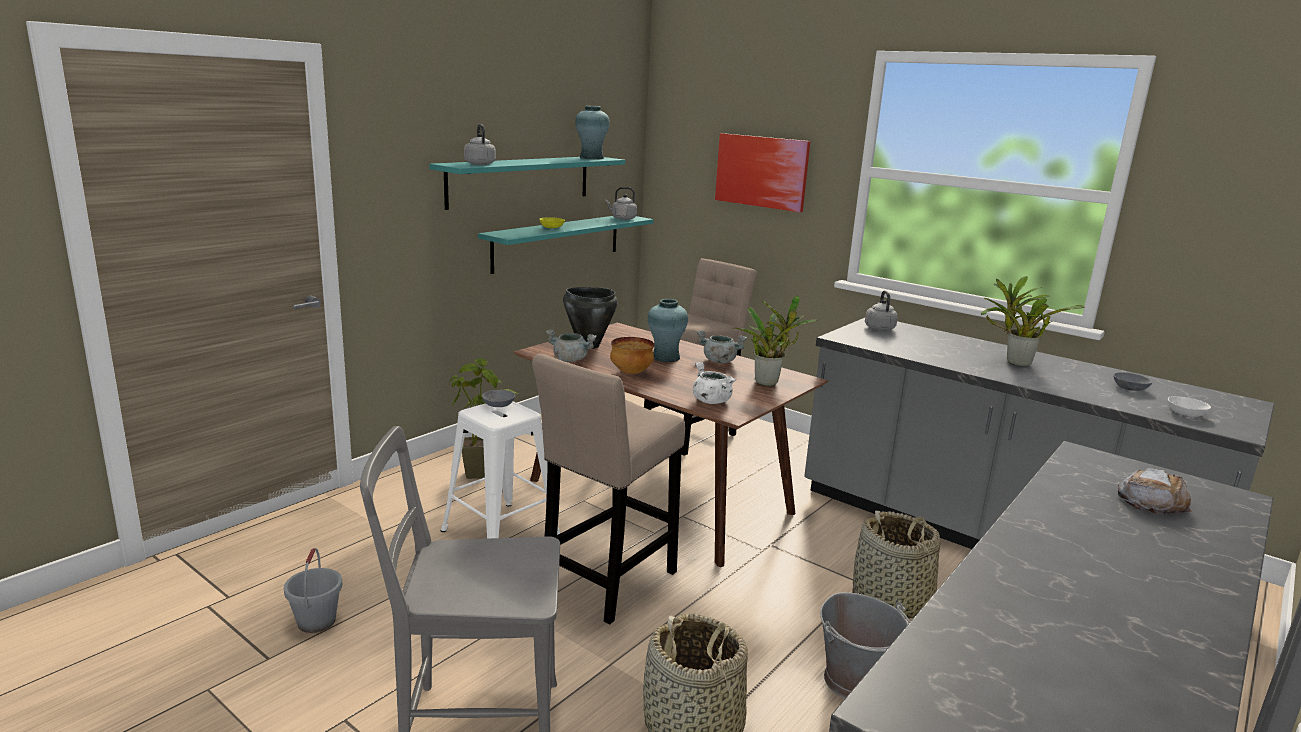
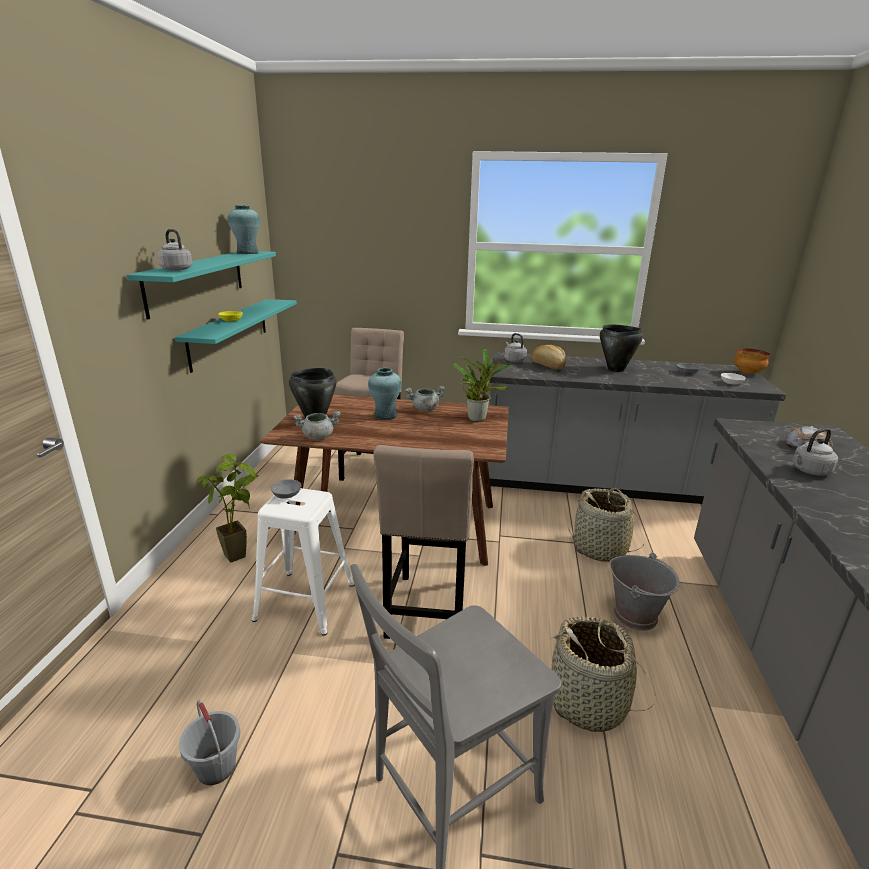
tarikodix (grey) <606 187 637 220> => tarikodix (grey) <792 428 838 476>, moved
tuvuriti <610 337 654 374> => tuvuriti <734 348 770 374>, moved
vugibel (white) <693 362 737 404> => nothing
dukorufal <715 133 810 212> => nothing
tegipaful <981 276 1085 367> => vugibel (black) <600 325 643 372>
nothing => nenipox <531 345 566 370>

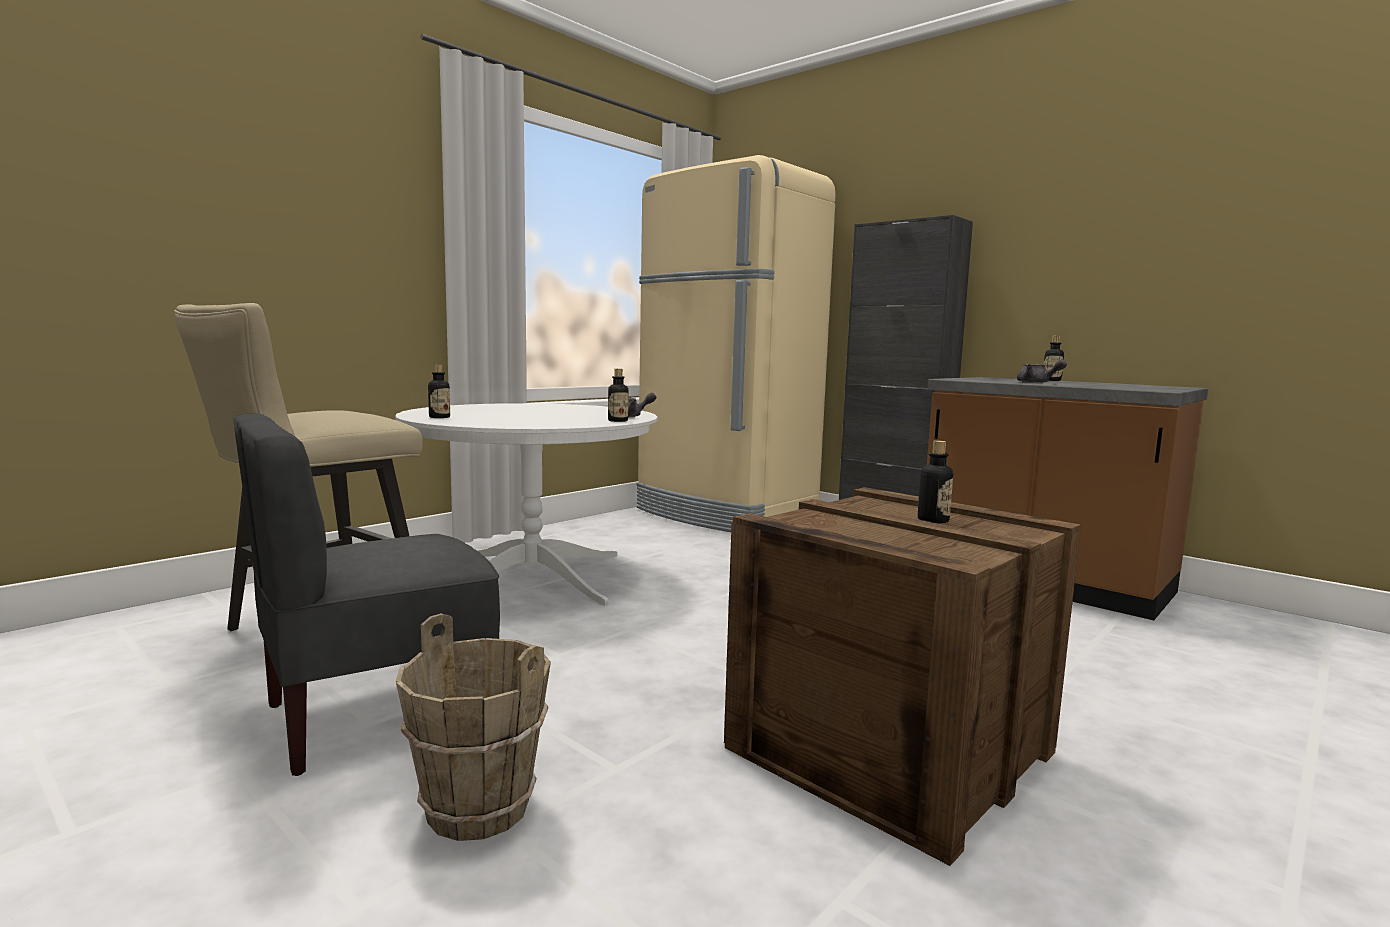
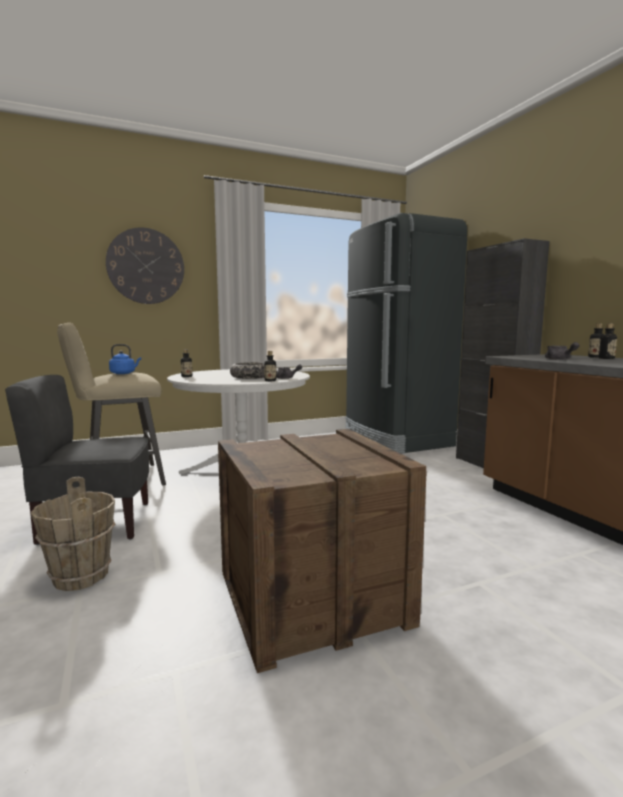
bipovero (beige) <637 155 836 532> => bipovero (black) <345 213 467 454>
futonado <918 440 953 523> => futonado <599 323 617 359>, moved
nothing => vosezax <106 227 184 304>
nothing => tarikodix (blue) <109 344 141 374>
nothing => tuvuriti <230 362 264 379>

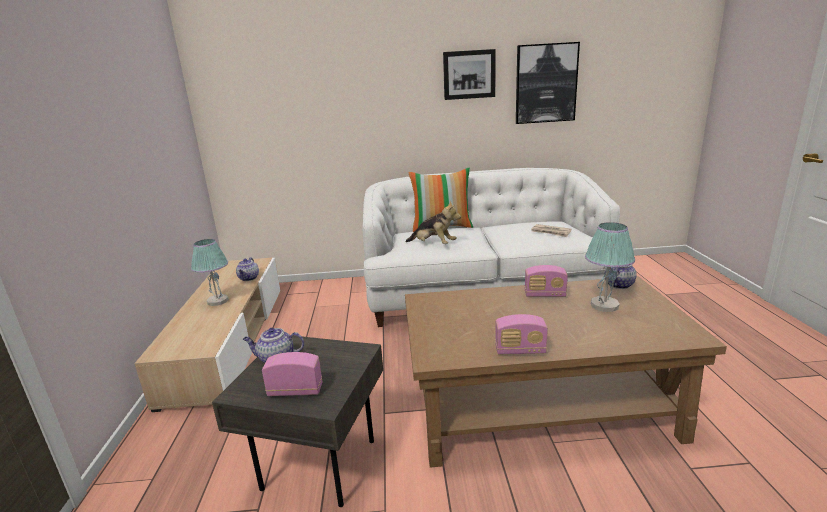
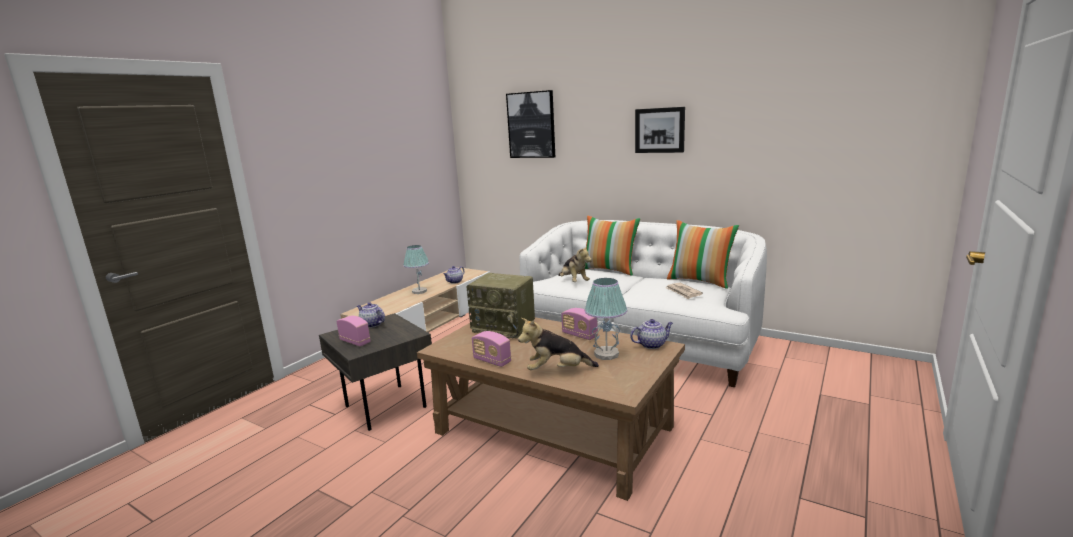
dukorufal <516 42 580 124> => dukorufal <506 90 555 158>, moved
nothing => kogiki <466 273 535 338>
nothing => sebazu <518 318 599 370>
nothing => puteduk <667 220 739 289>

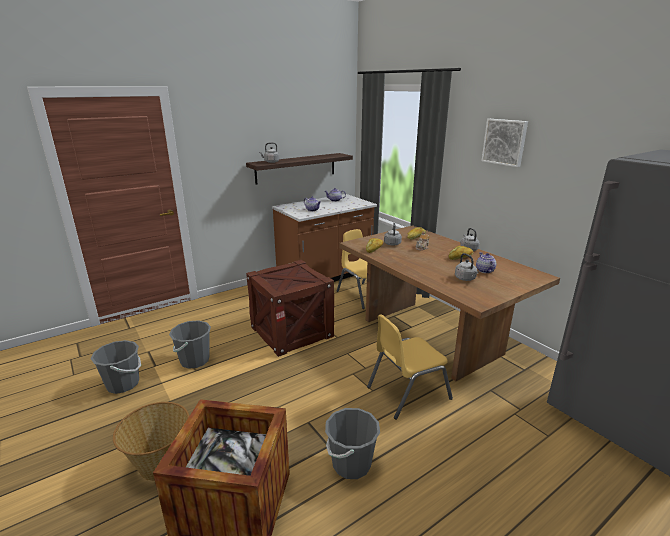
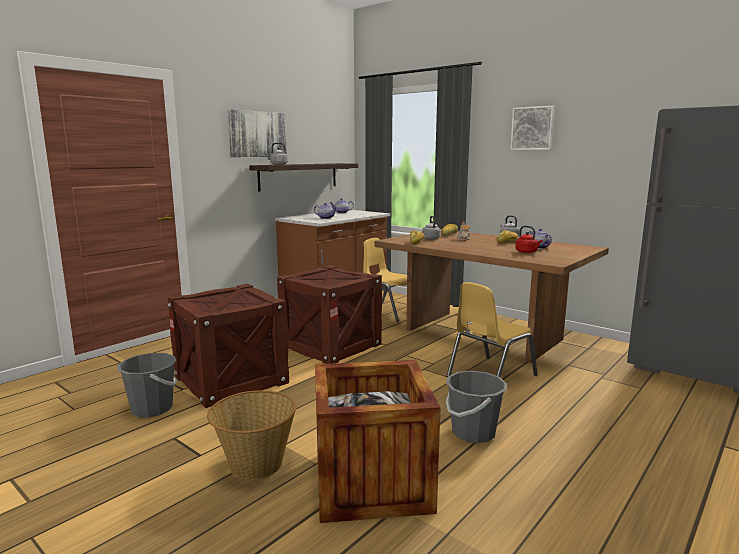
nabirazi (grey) <169 320 211 369> => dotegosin <168 284 289 408>
tarikodix (grey) <455 253 479 281> => tarikodix (red) <515 226 542 253>
nothing => dukorufal <228 109 287 157>

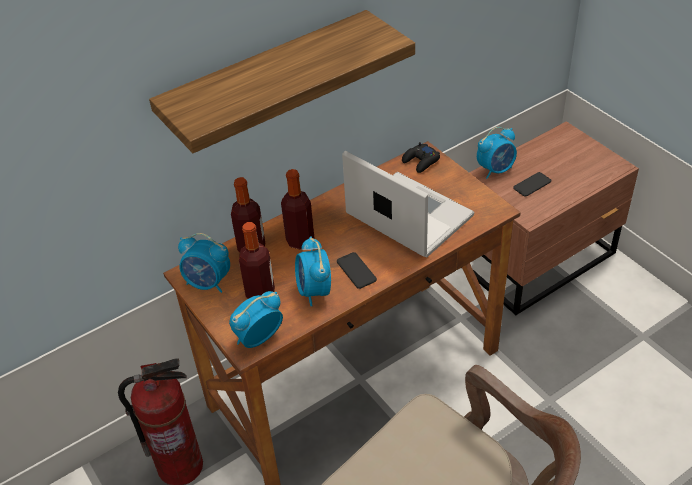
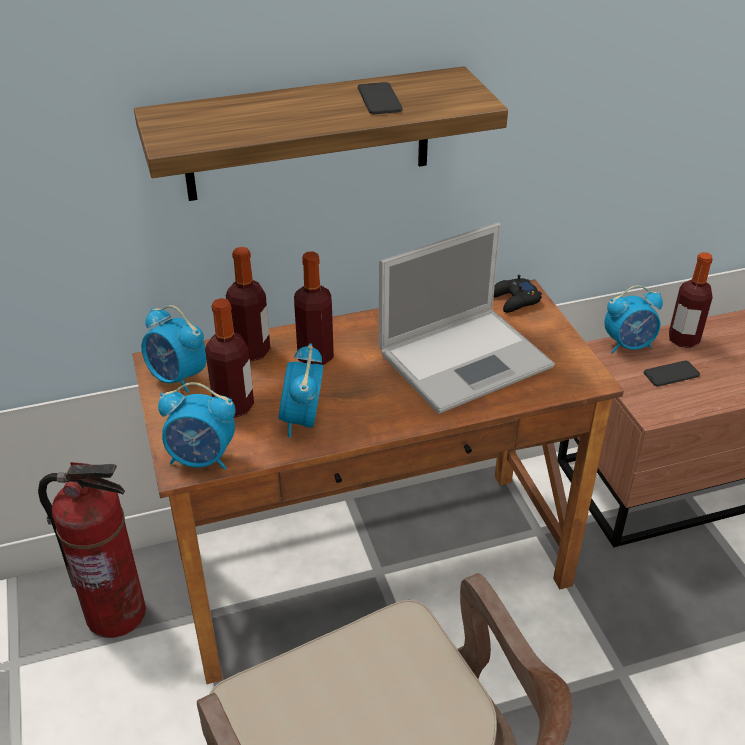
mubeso <229 291 283 348> => mubeso <158 382 235 470>, 150 degrees counterclockwise
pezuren <337 252 377 289> => pezuren <358 82 403 114>, moved
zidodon <342 151 474 257> => zidodon <379 223 555 414>, 90 degrees clockwise
nothing => futonado <669 252 713 348>

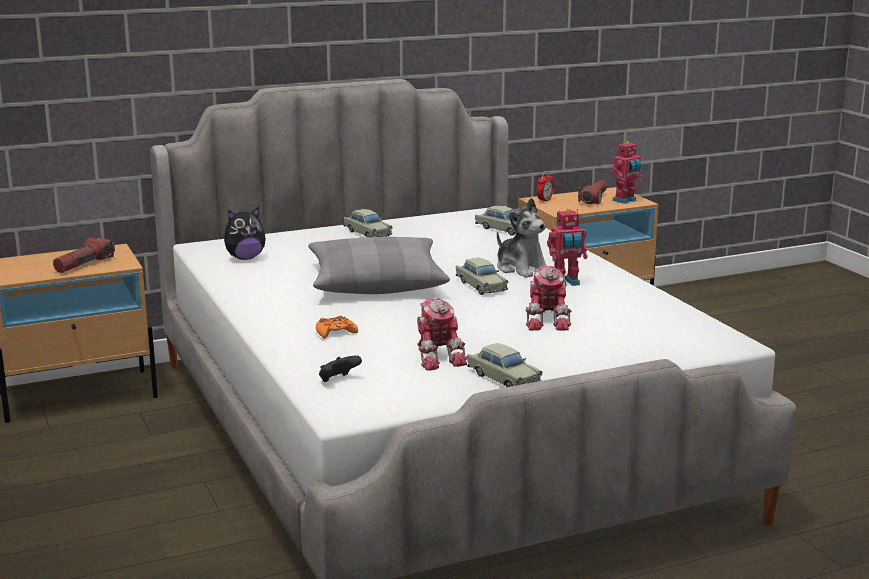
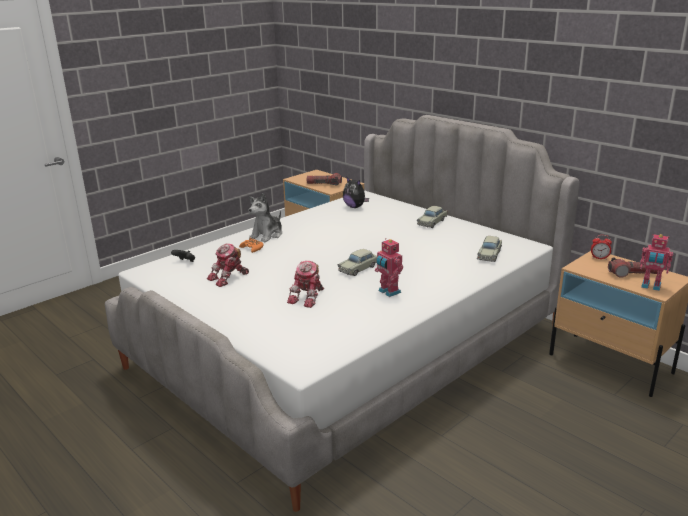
puteduk (grey) <308 237 450 294> => nothing
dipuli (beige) <467 343 542 387> => nothing
sebazu <497 198 547 278> => sebazu <248 193 282 242>, moved
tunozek <525 266 571 331> => tunozek <287 261 324 308>, 45 degrees counterclockwise

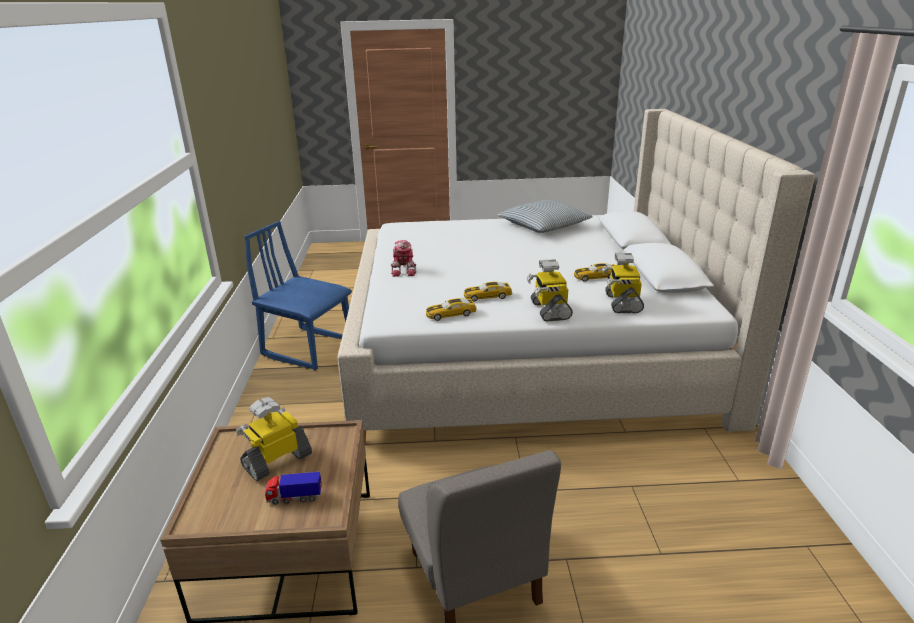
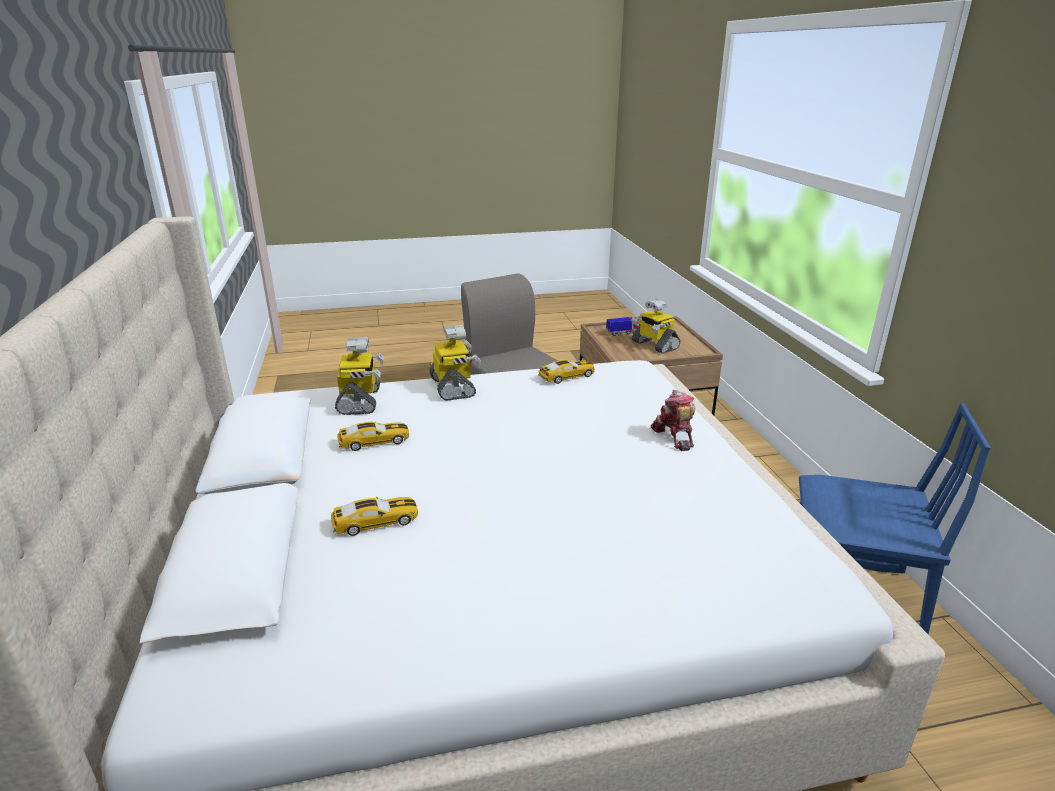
tunozek <236 397 312 481> => tunozek <631 299 680 354>, 105 degrees clockwise
dipuli <464 282 512 302> => dipuli <331 497 418 536>, moved
puteduk <497 200 593 233> => nothing

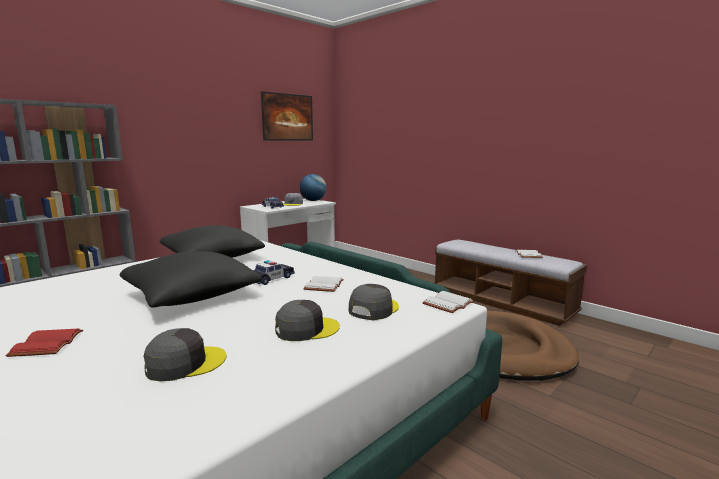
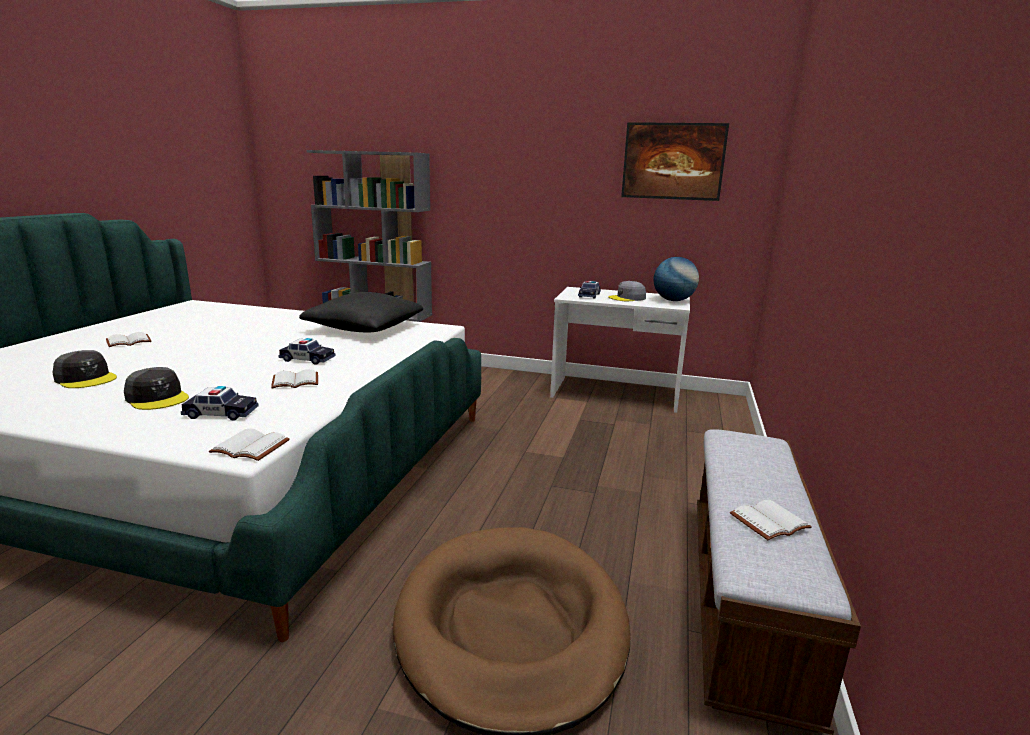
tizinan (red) <6 328 83 357> => tizinan (white) <106 332 152 347>
puteduk (black) <120 251 262 308> => nothing
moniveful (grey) <349 284 399 320> => dipuli <181 386 259 420>

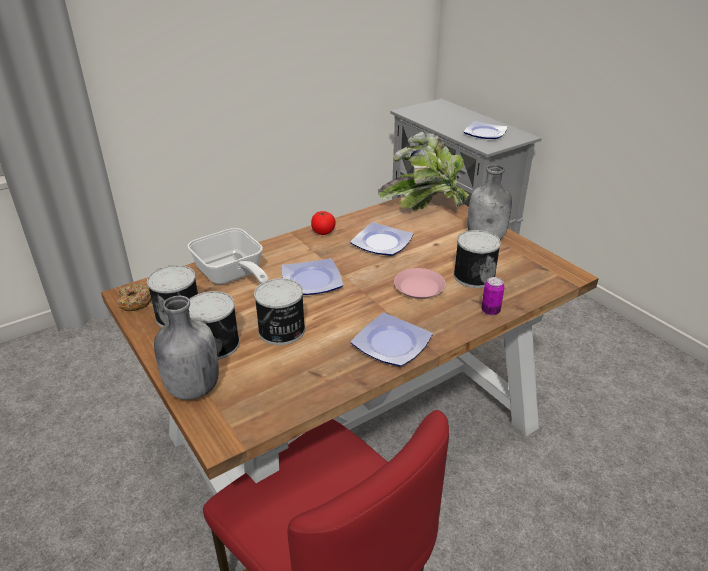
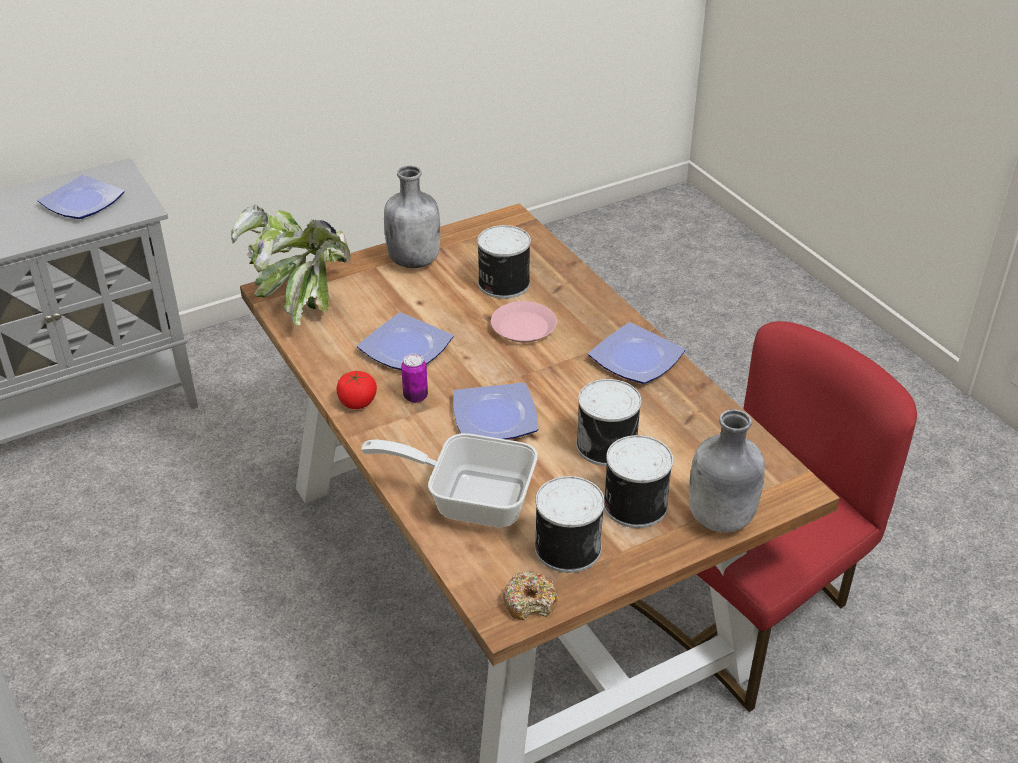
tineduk <187 228 268 284> => tineduk <361 433 538 528>, 135 degrees counterclockwise
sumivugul <481 277 505 315> => sumivugul <401 354 428 403>, moved

